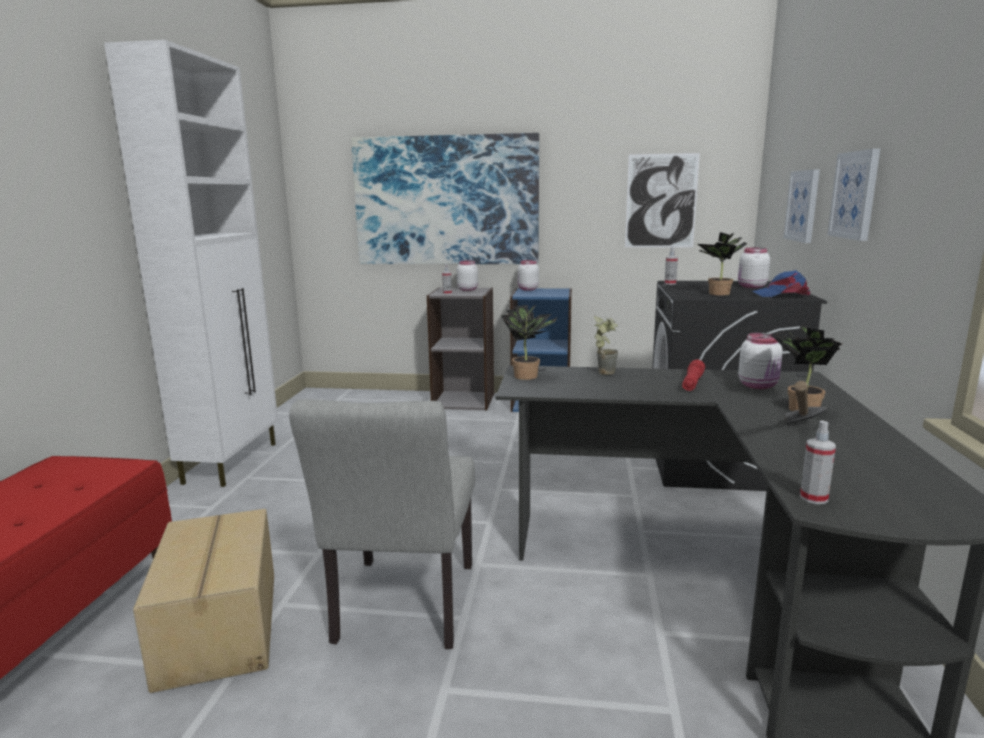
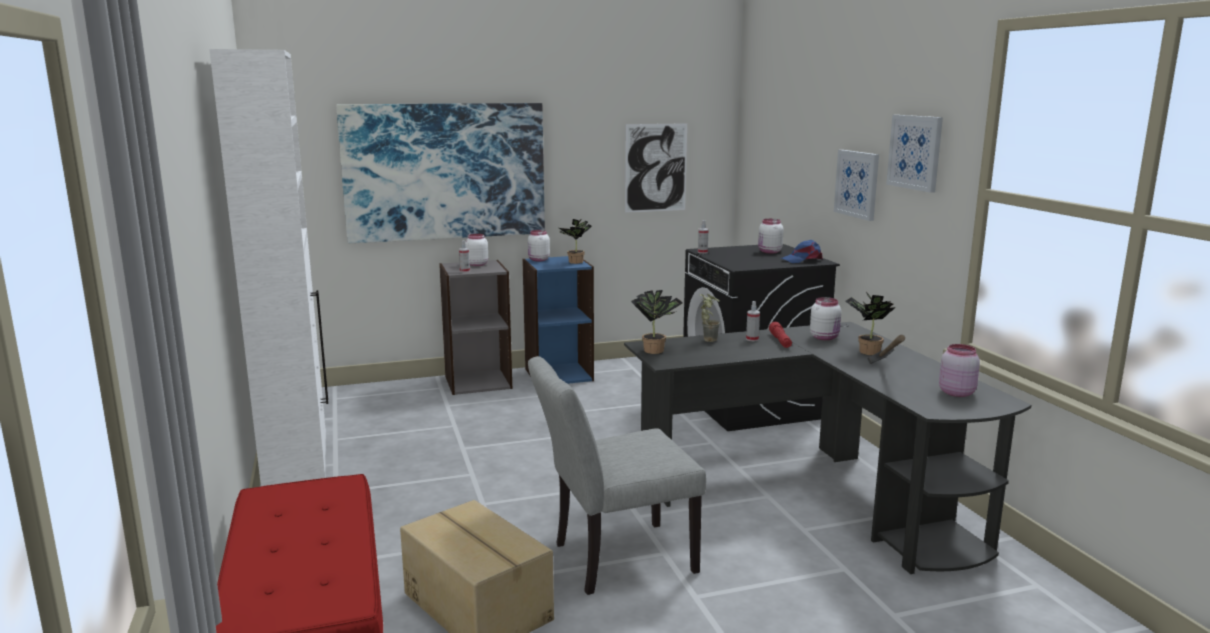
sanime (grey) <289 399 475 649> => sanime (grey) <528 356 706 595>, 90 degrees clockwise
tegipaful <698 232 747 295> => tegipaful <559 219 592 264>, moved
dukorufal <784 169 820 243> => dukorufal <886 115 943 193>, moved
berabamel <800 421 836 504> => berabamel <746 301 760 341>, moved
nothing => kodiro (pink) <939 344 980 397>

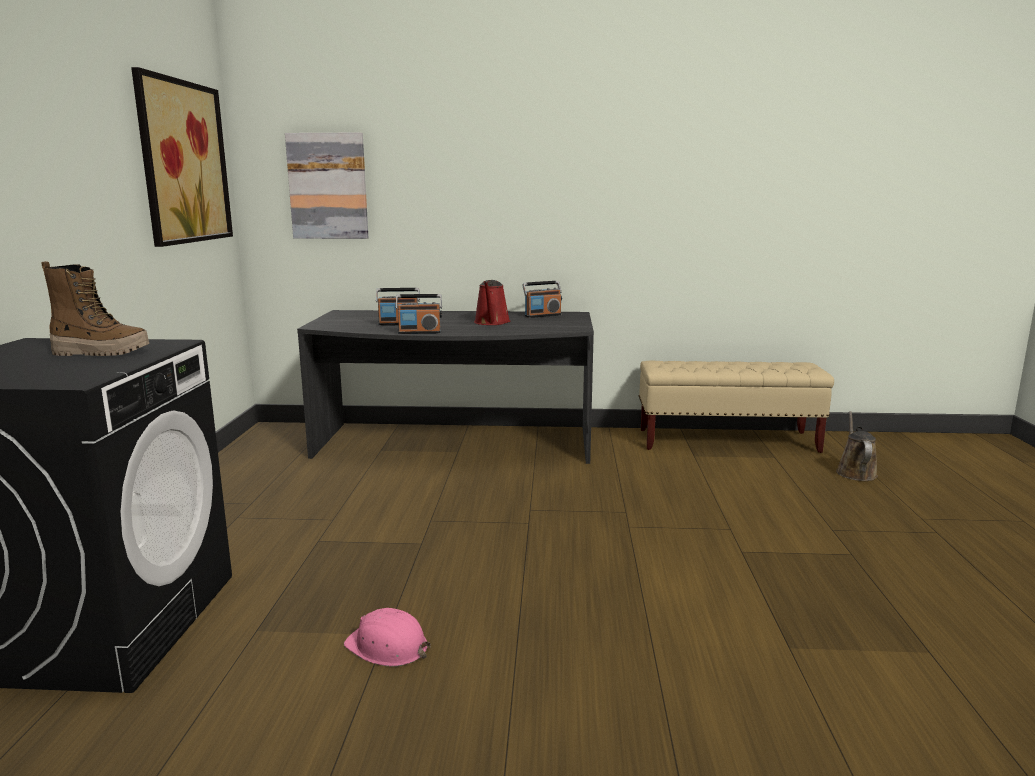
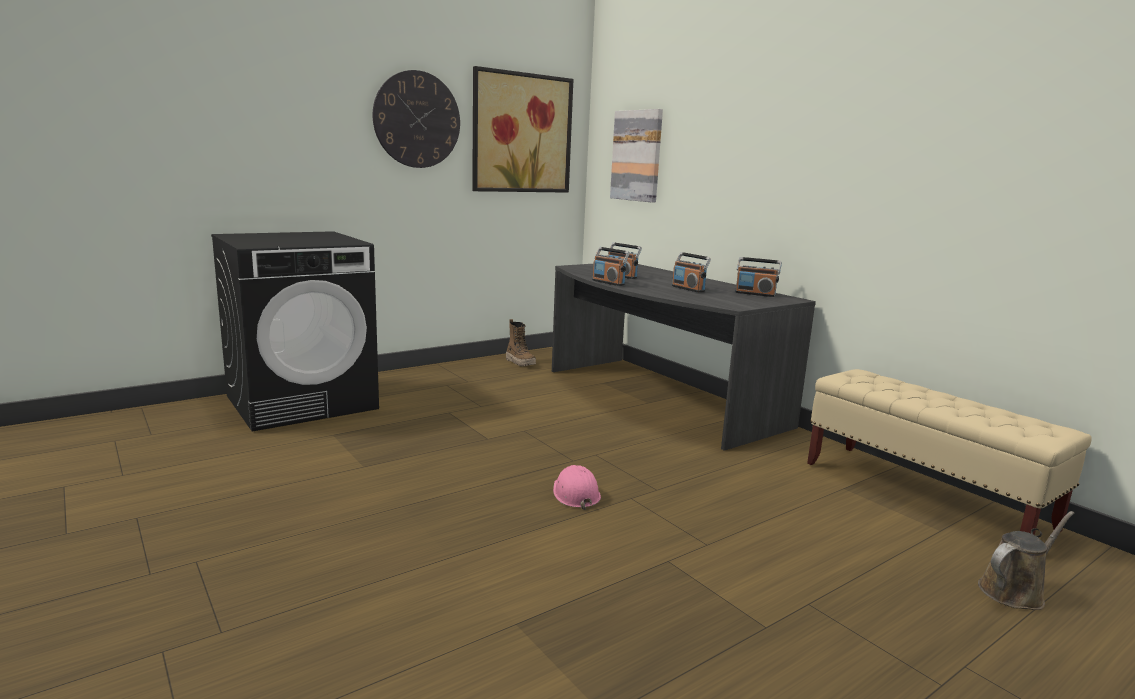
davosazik <41 261 149 356> => davosazik <506 319 536 366>, moved
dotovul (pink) <344 608 431 667> => dotovul (pink) <553 465 601 510>, moved
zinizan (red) <474 280 510 325> => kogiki <672 252 711 293>
nothing => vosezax <372 70 460 168>

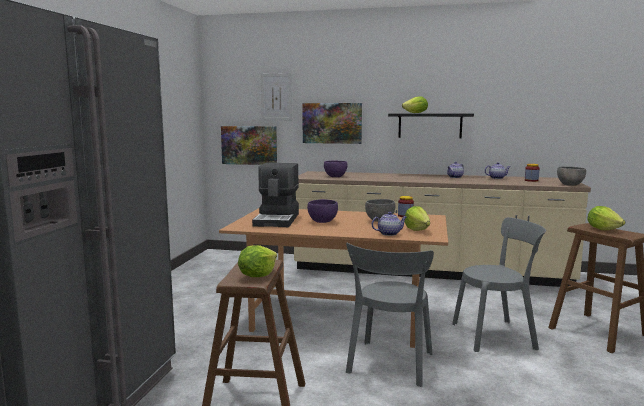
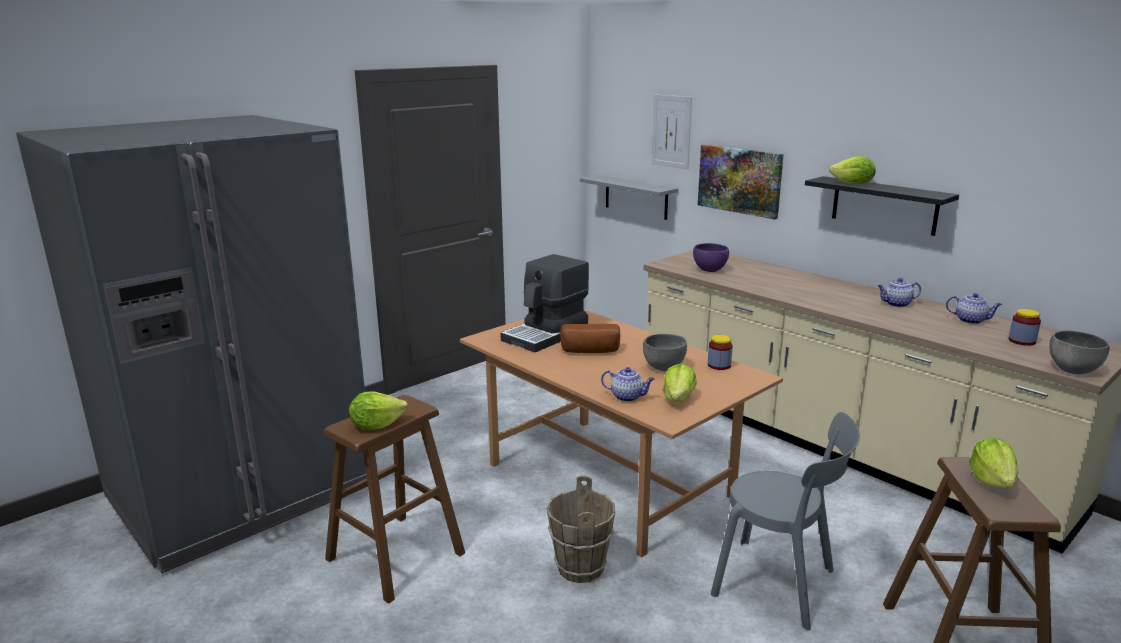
dukorufal <221 126 277 165> => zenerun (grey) <580 175 678 220>
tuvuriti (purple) <307 199 338 223> => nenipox <560 324 620 353>
sanime (grey) <346 243 434 387> => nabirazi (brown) <546 476 615 583>

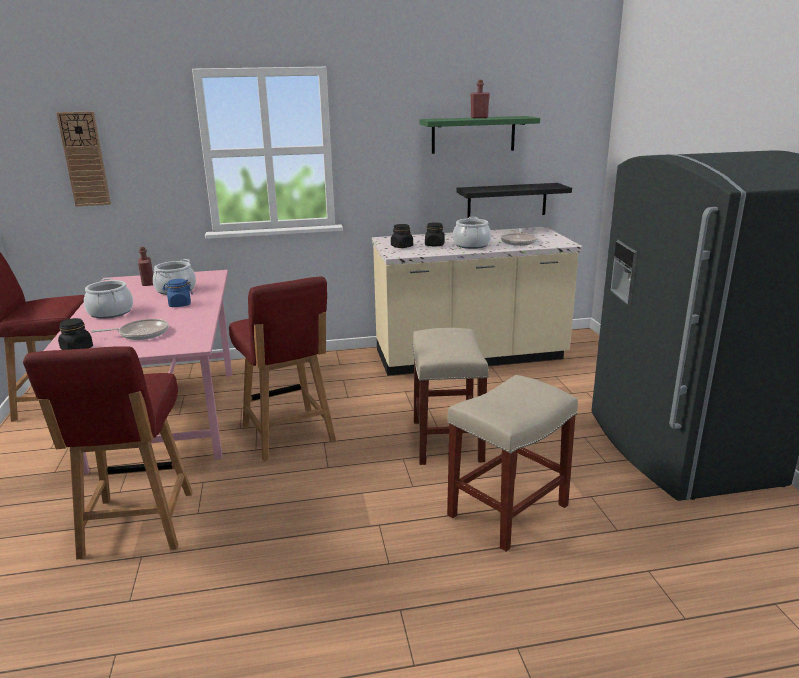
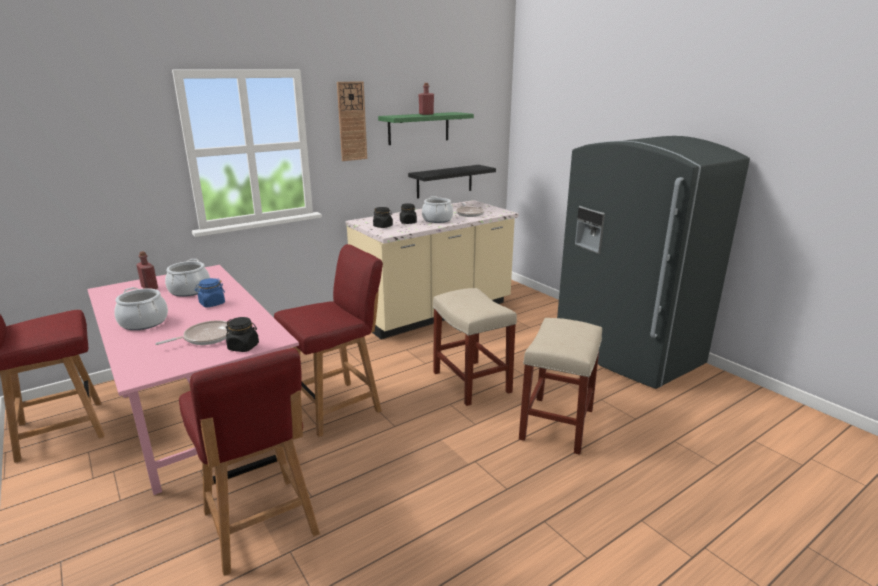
vosezax <56 111 111 206> => vosezax <337 81 367 161>, moved
kodiro (black) <58 318 93 350> => kodiro (black) <226 317 259 352>, moved
sanime (red) <229 276 336 461> => sanime (red) <274 244 383 437>, 75 degrees counterclockwise

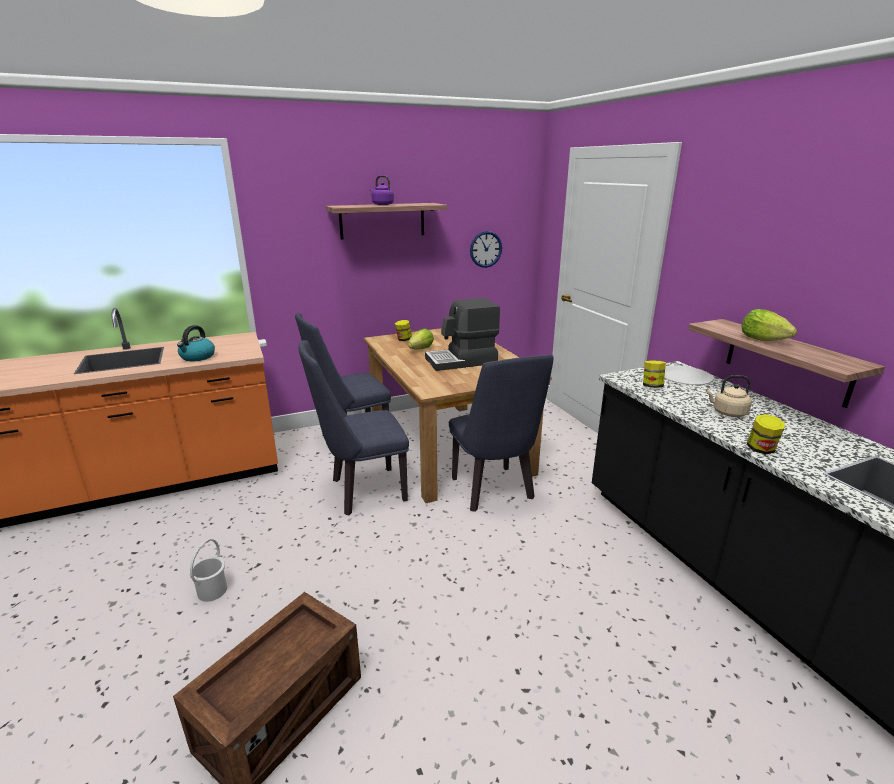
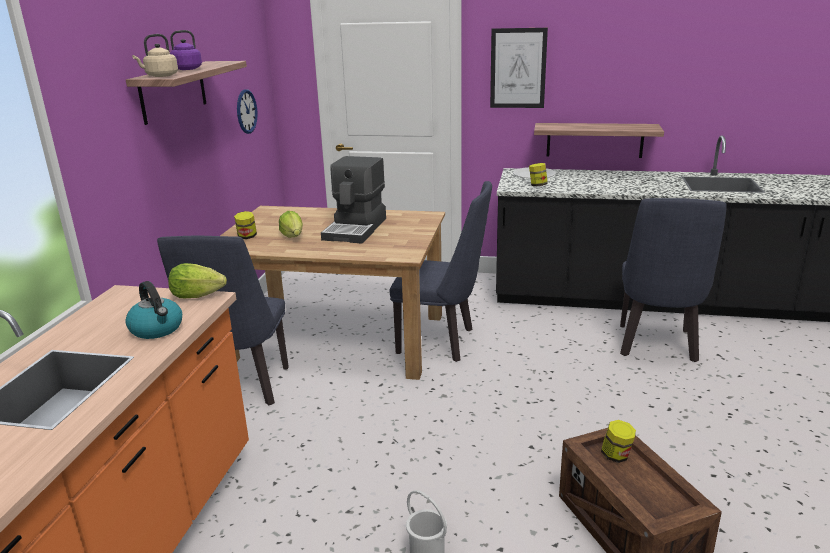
sanime (blue) <298 340 409 515> => sanime (blue) <620 198 727 362>, moved
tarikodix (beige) <706 375 752 417> => tarikodix (beige) <132 34 178 77>, moved
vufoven <742 309 797 341> => vufoven <168 263 227 298>, moved
kodiro <747 414 785 455> => kodiro <601 420 636 463>, moved
nothing => dukorufal <490 28 548 108>

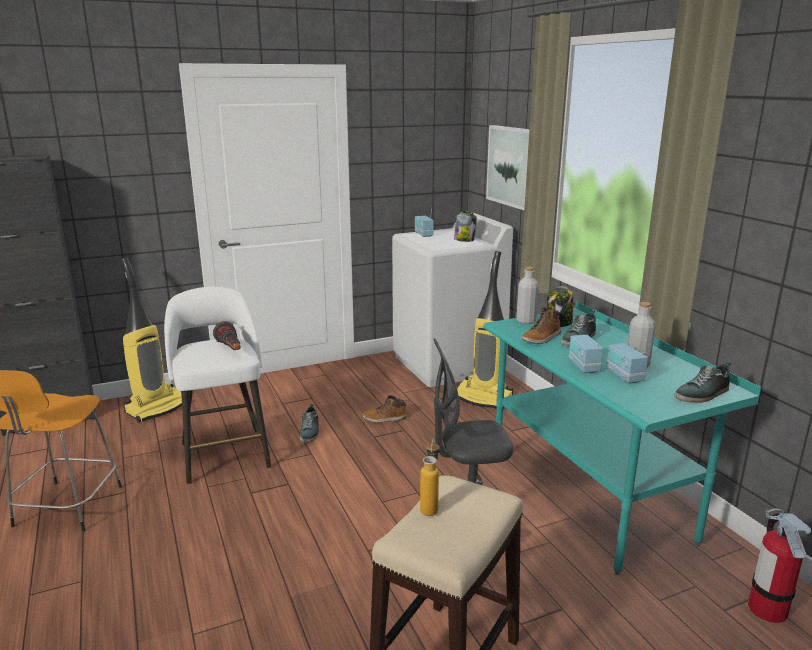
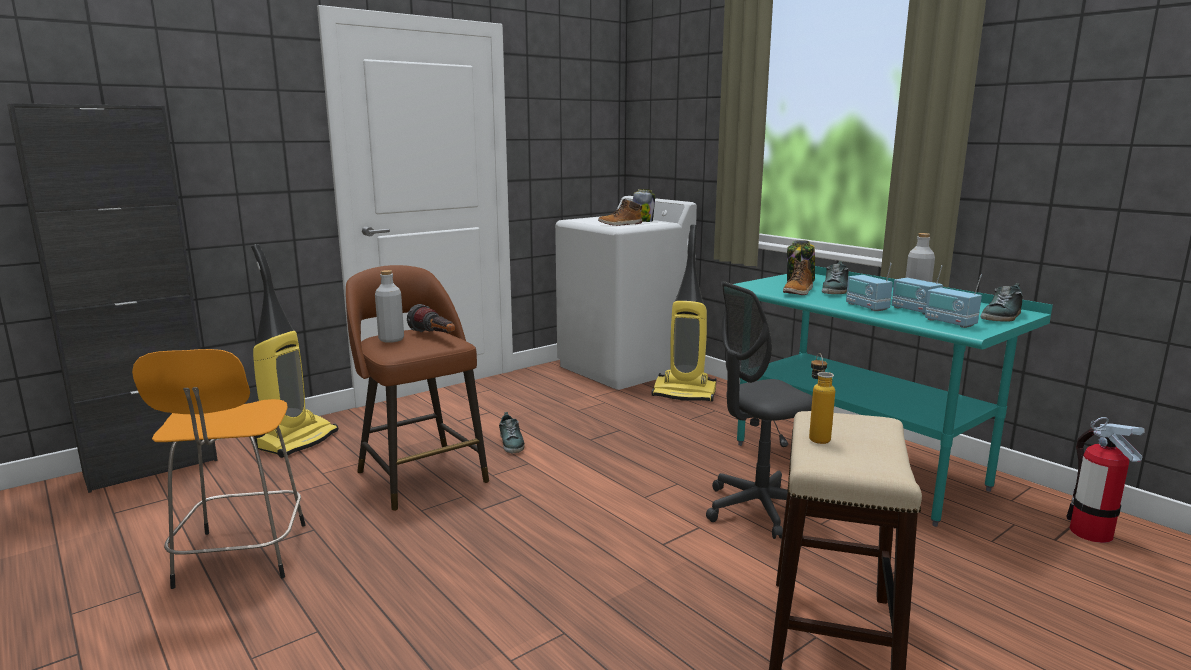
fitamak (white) <164 287 271 484> => fitamak (brown) <346 265 489 511>
davosazik <362 395 406 423> => davosazik <598 199 642 226>, moved
kogiki <415 209 434 237> => kogiki <925 275 982 328>, moved
dukorufal <486 125 529 210> => nothing
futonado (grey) <516 267 539 324> => futonado (grey) <375 270 404 343>, moved

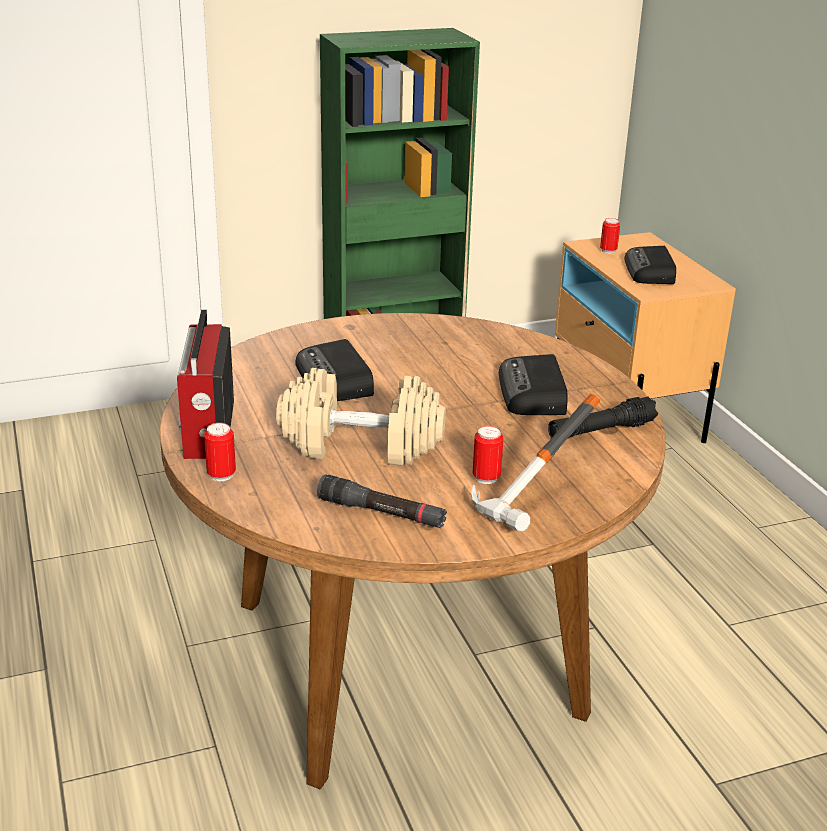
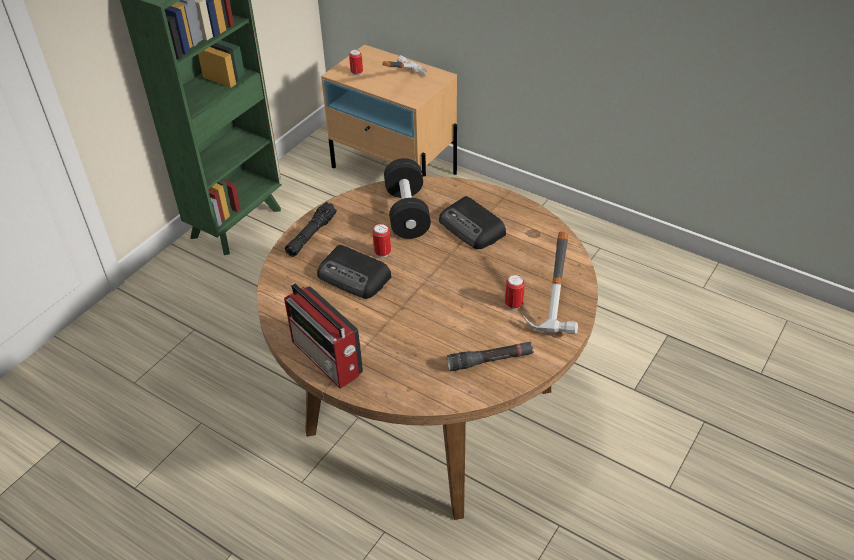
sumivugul <204 423 236 481> => sumivugul <372 224 391 257>, moved
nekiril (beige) <276 368 446 466> => nothing
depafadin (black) <548 396 658 438> => depafadin (black) <285 202 337 257>, moved
kogiki <624 246 676 284> => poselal <382 55 428 77>
nothing => nekiril (black) <384 158 431 239>

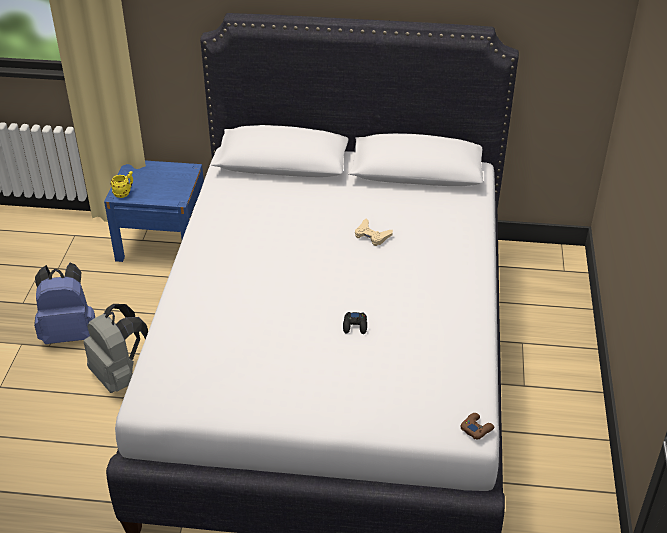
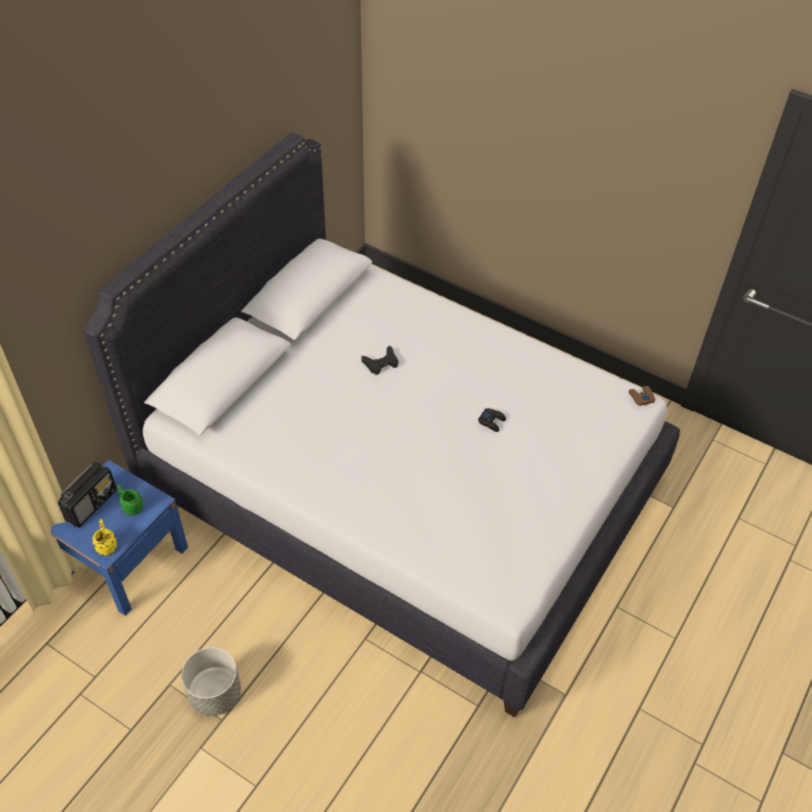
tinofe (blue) <34 263 95 344> => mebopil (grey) <181 647 241 716>
tinofe (grey) <84 304 148 393> => nothing
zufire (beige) <355 218 393 246> => zufire (black) <361 345 398 375>
nothing => kogiki <58 462 117 528>
nothing => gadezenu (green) <117 485 144 516>

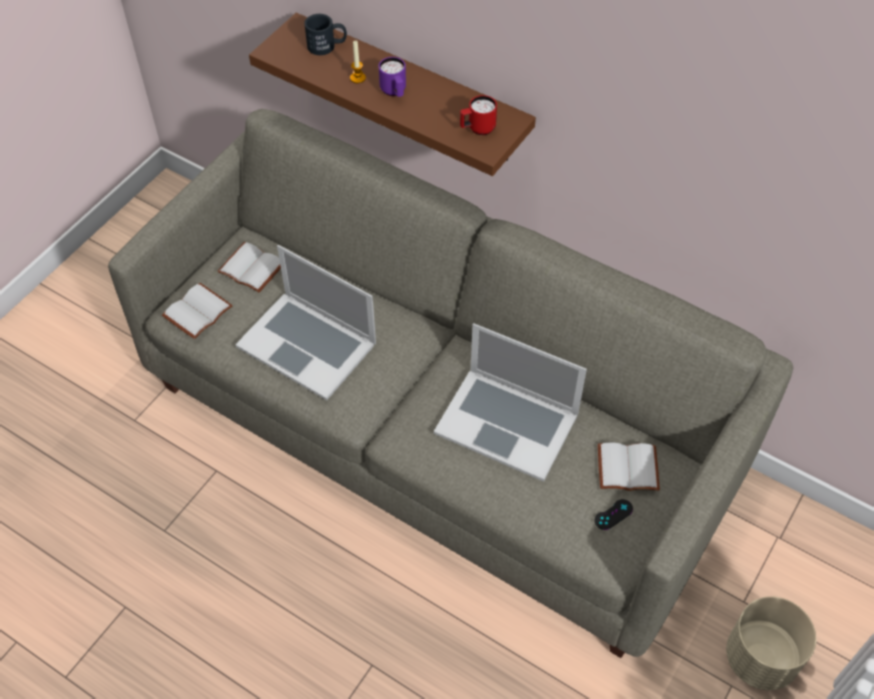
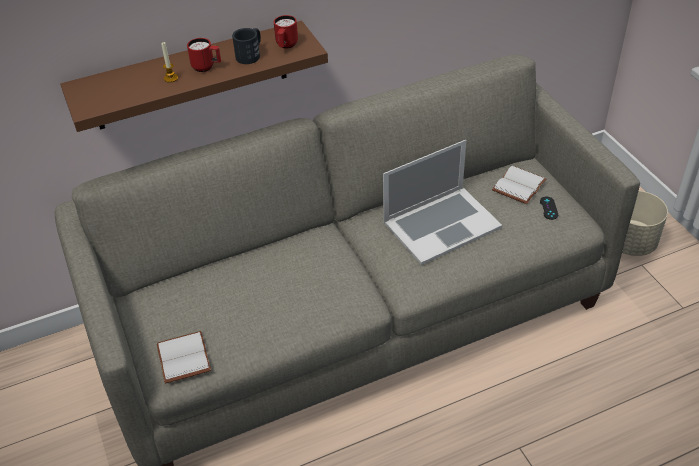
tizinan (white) <217 242 281 292> => nothing
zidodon <235 245 376 400> => nothing
gadezenu (black) <304 14 347 55> => gadezenu (black) <232 28 261 64>, moved
gadezenu (purple) <379 57 406 97> => gadezenu (red) <187 38 221 72>

